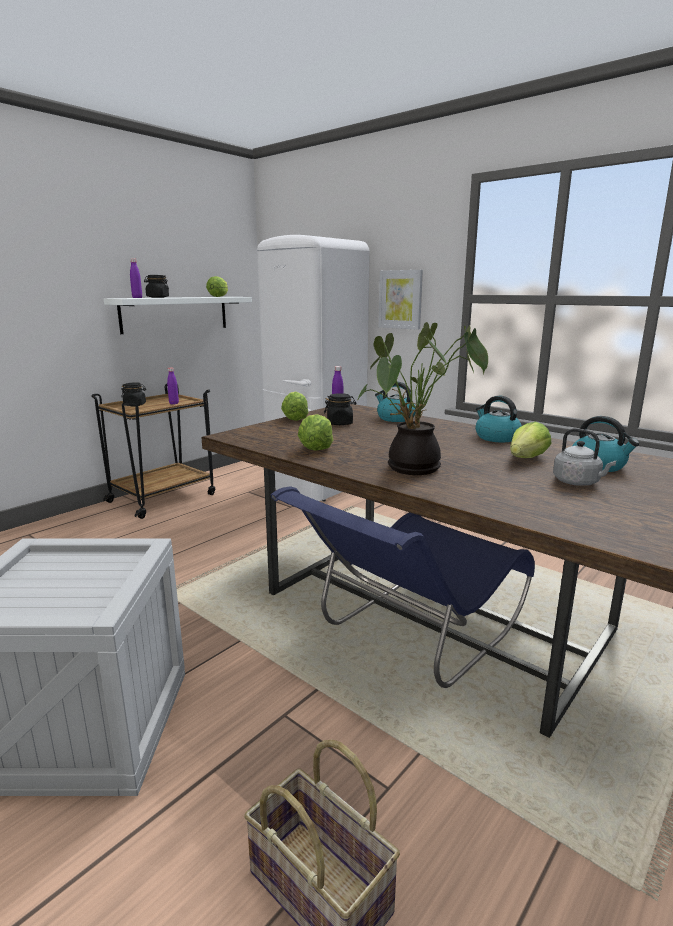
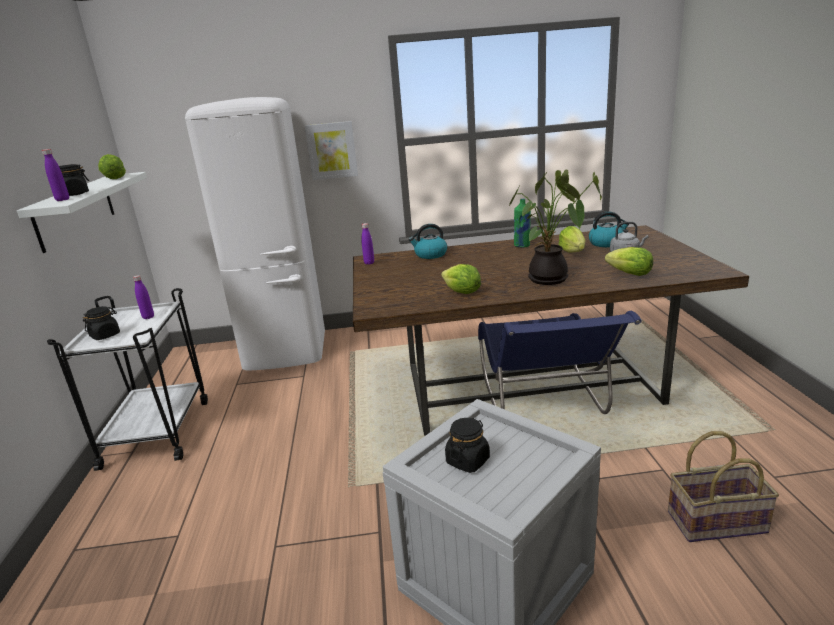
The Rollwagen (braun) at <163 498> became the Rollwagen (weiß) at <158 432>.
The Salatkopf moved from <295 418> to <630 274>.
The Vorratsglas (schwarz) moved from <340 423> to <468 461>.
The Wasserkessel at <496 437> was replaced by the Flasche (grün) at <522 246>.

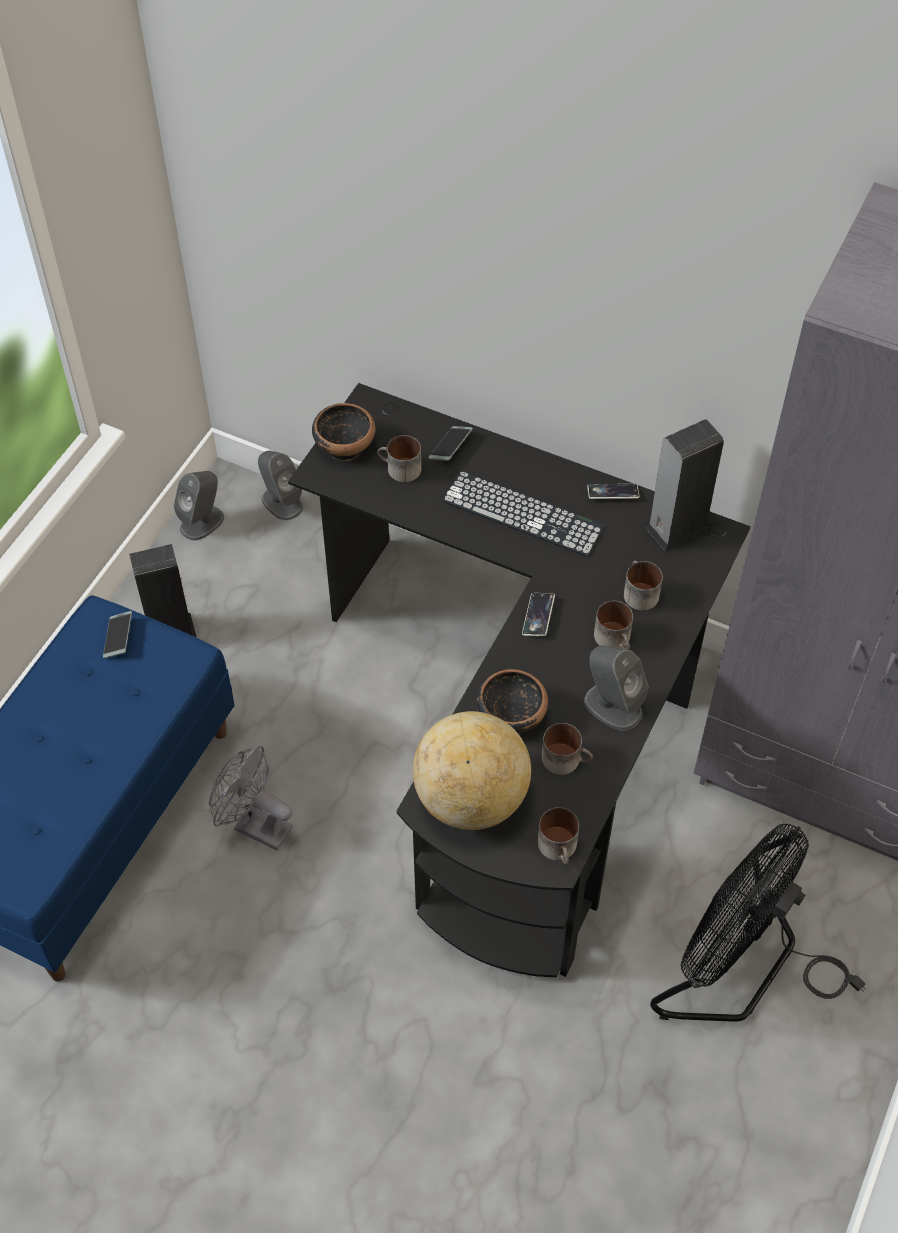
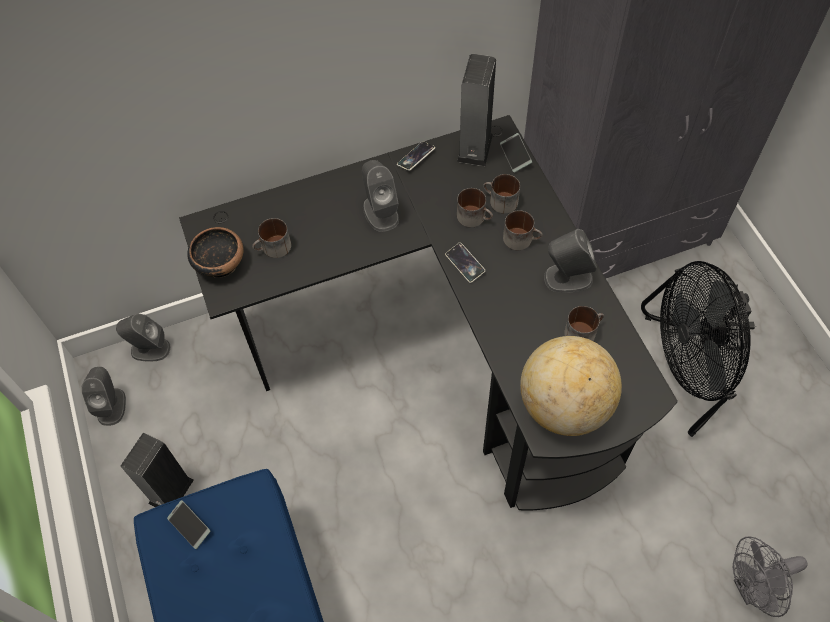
The Ventilator (grau) moved from <255 826> to <752 589>.
The Handy moved from <450 447> to <515 155>.
The Tastatur at <522 513> was replaced by the Lautsprecher (grau) at <380 212>.
The Schüssel at <510 715> disappeared.
The Henkelbecher moved from <560 848> to <475 217>.

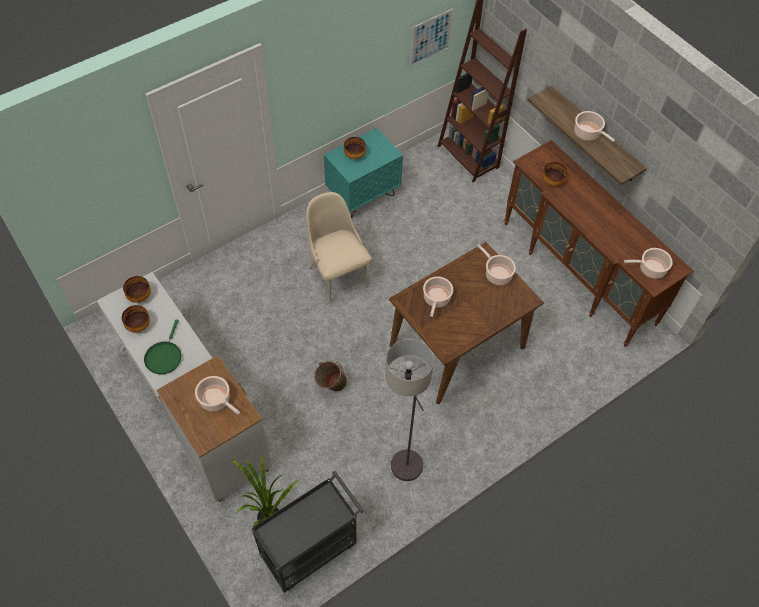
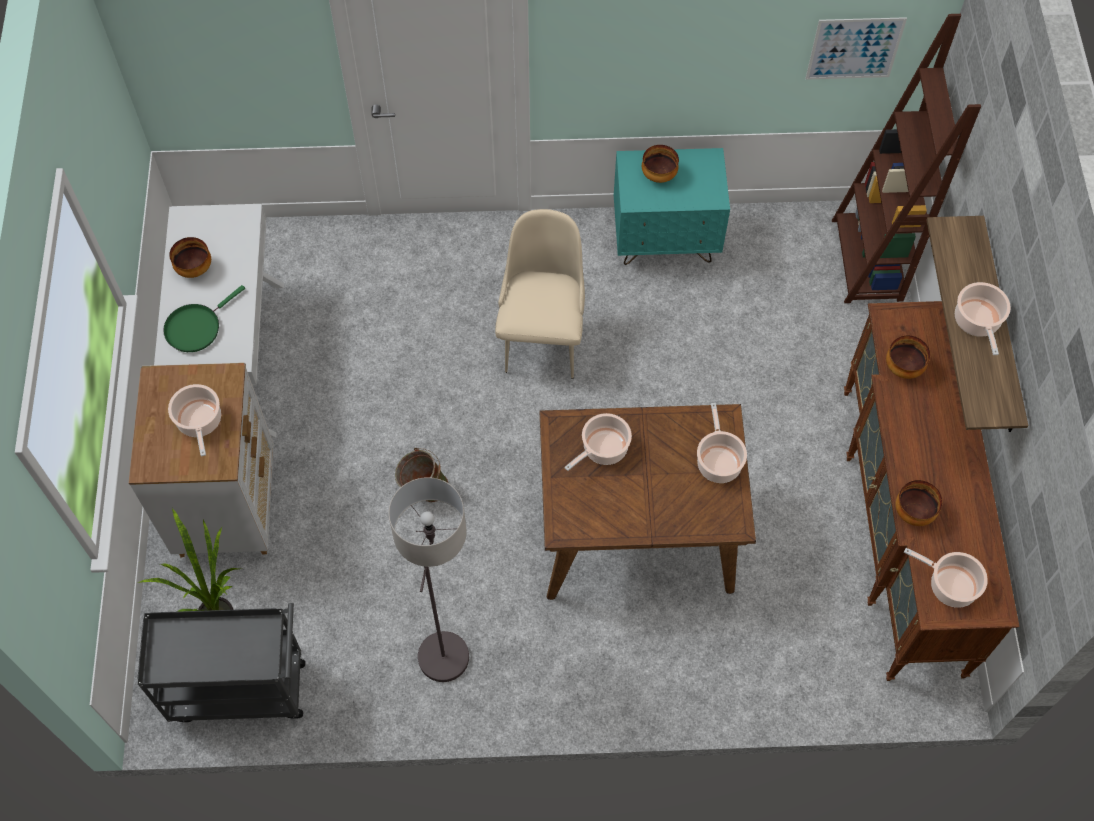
The Schüssel moved from <140 296> to <914 512>.

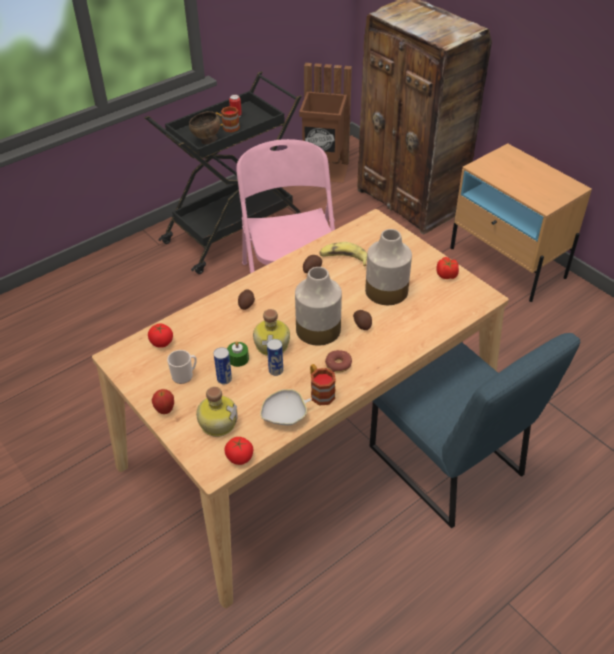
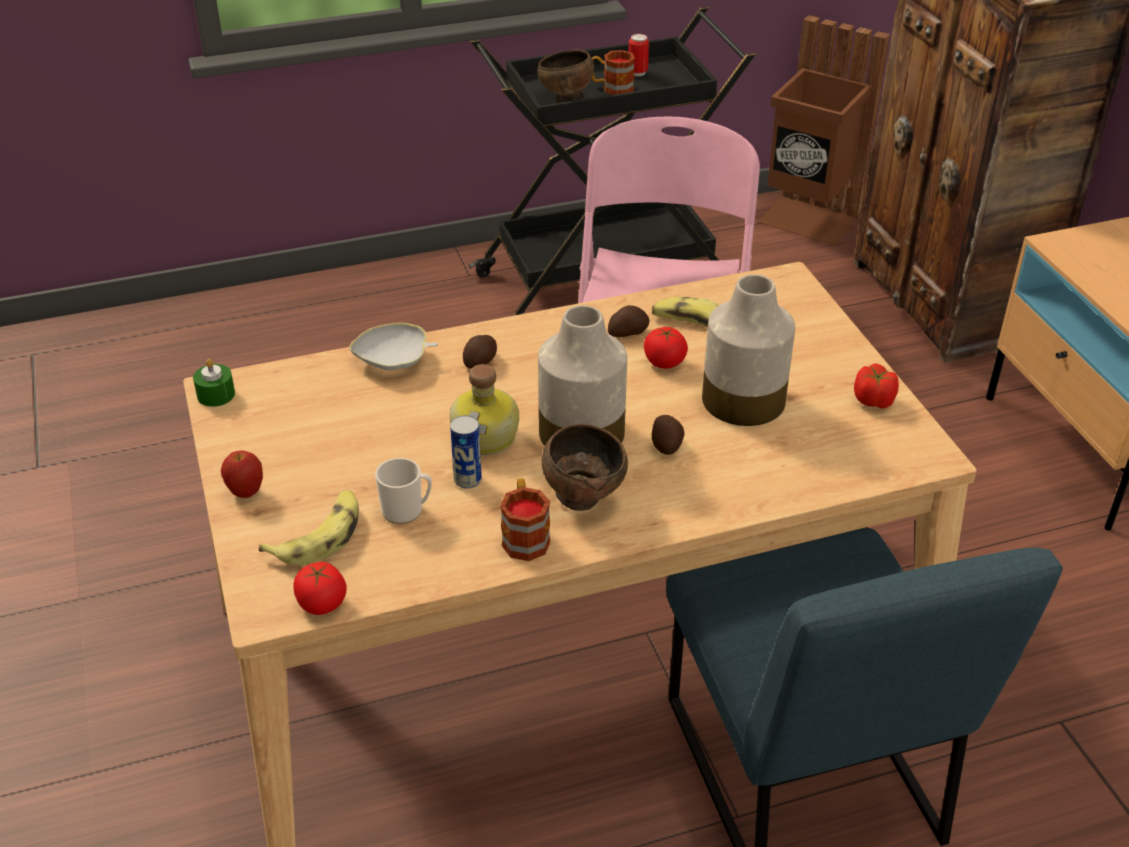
The Tomate moved from <161 342> to <664 362>.
The Henkelbecher moved from <184 375> to <407 510>.
The Flasche at <217 422> was replaced by the Banane at <319 536>.
The Dose at <224 379> disappeared.
The Kerze (grün) moved from <238 359> to <216 394>.
The Schüssel (weiß) moved from <285 415> to <394 361>.
The Donut at <338 364> was replaced by the Schüssel (braun) at <584 499>.

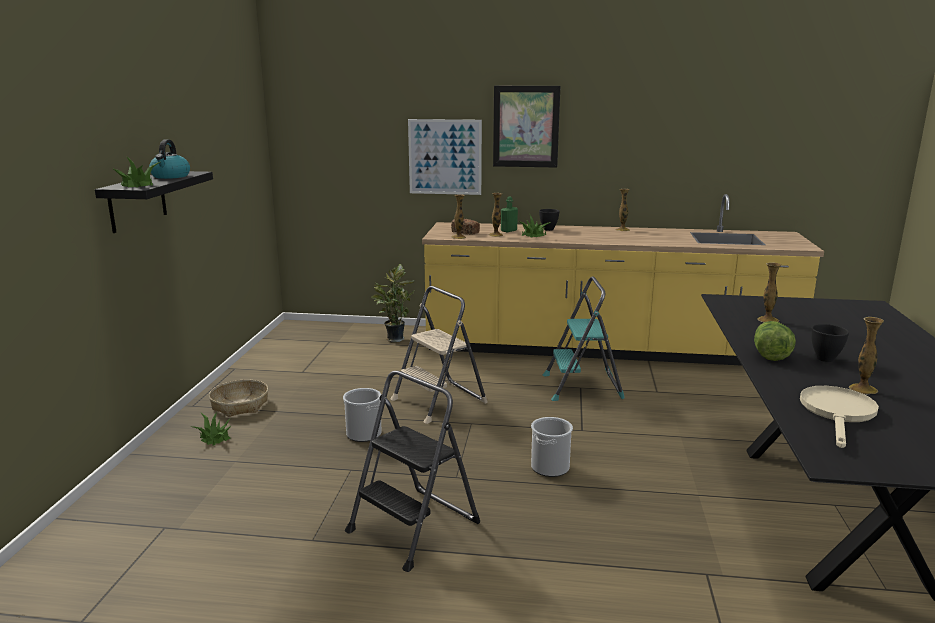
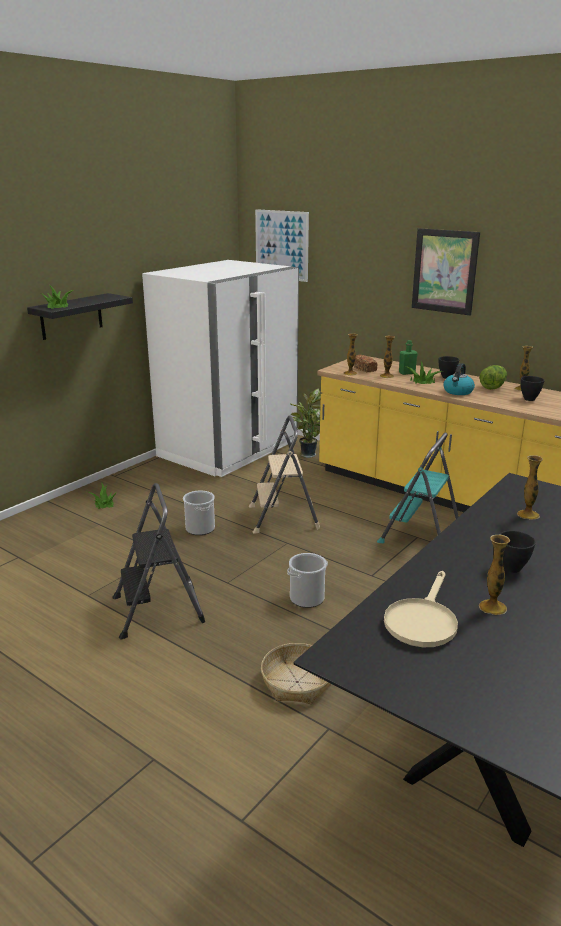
The Wasserkessel moved from <170 176> to <458 392>.
The Korb moved from <240 405> to <297 682>.
The Bild moved from <445 157> to <281 245>.
The Salatkopf moved from <769 355> to <493 387>.
The Pfanne (beige) at <838 413> turned 150 degrees clockwise.
The Kühlschrank (weiß) at <229 449> appeared.
The Schüssel (schwarz) at <529 399> appeared.

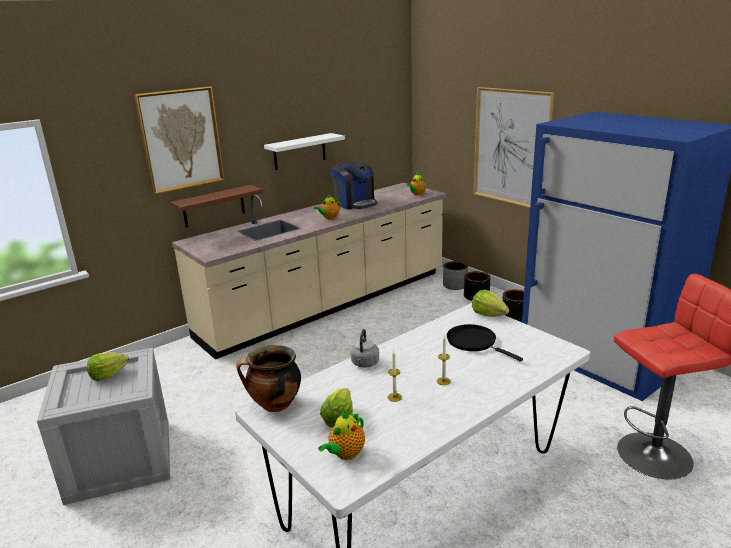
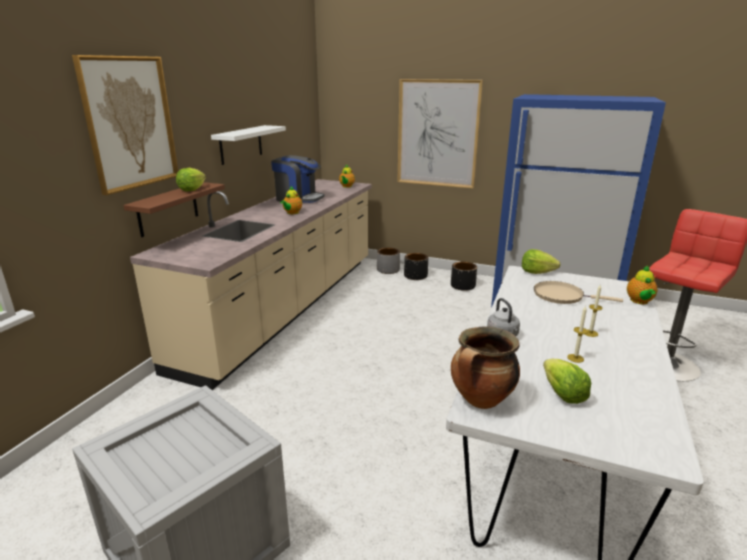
The Salatkopf moved from <108 375> to <192 189>.
The Teekanne moved from <345 454> to <639 301>.
The Pfanne (schwarz) at <474 342> became the Pfanne (beige) at <561 296>.

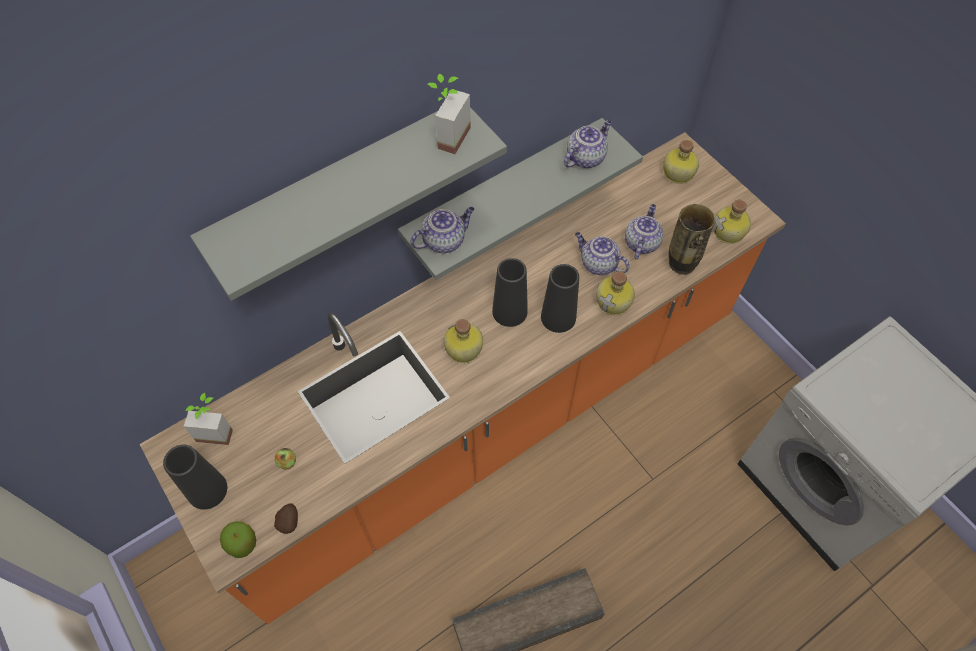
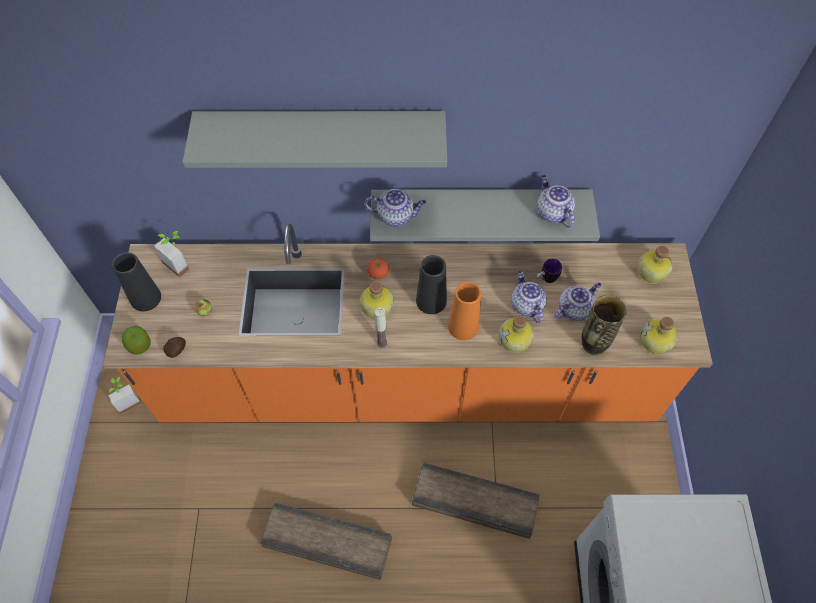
The Topfpflanze moved from <446 135> to <127 400>.
The Vase (schwarz) at <558 317> became the Vase (orange) at <463 326>.
The Teekanne at <585 157> turned 105 degrees counterclockwise.
The Tomate at <378 273> appeared.
The Kerze at <382 343> appeared.
The Kiste at <474 500> appeared.
The Henkelbecher at <546 279> appeared.

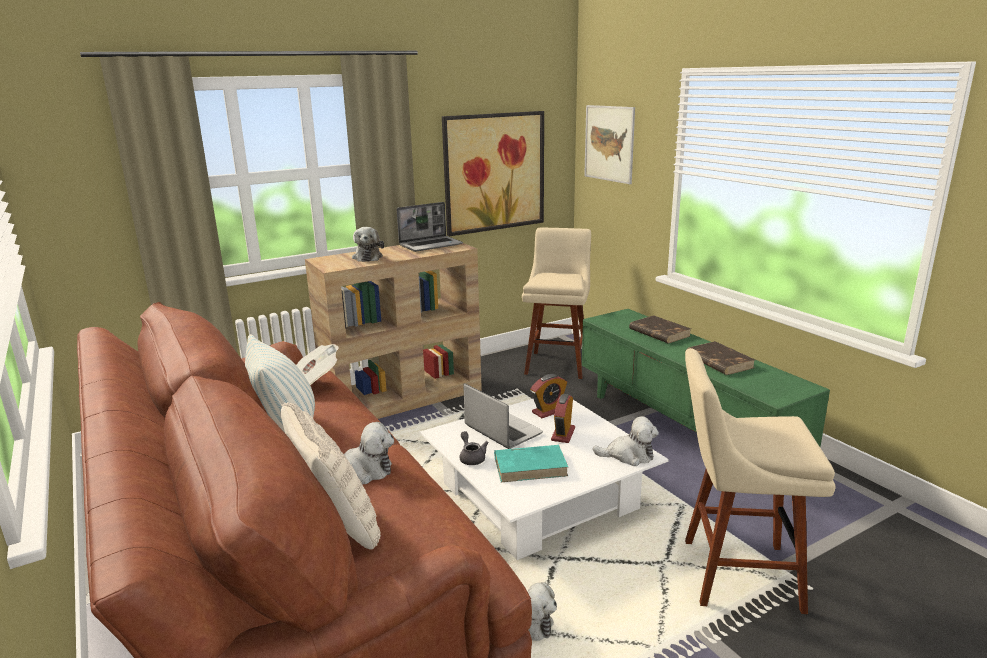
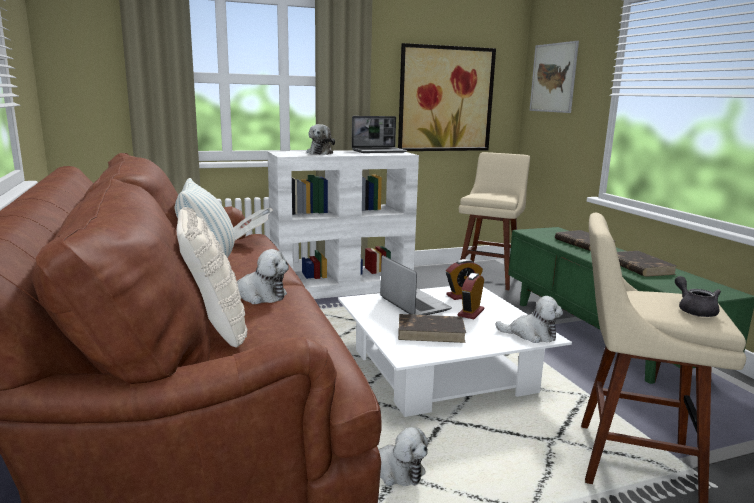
The Bücherregal (braun) at <402 397> became the Bücherregal (weiß) at <341 286>.
The Teekanne (grau) moved from <471 457> to <694 310>.
The Buch (türkis) at <531 466> became the Buch (braun) at <431 331>.

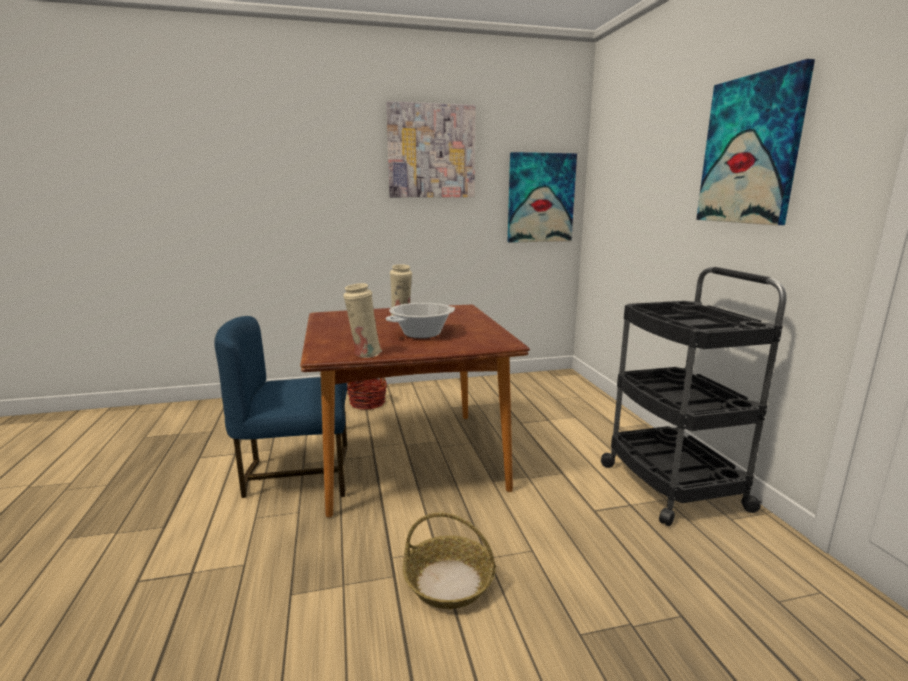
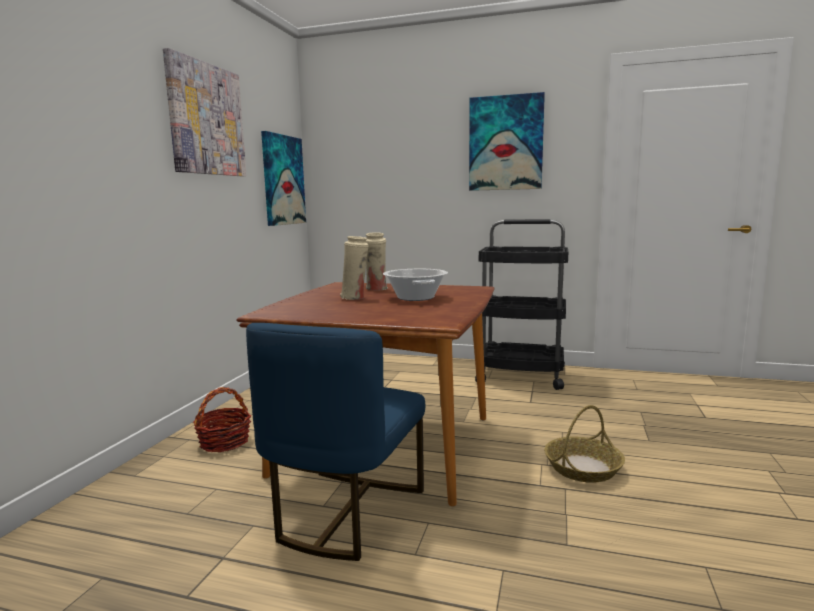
The Vase (beige) moved from <364 354> to <376 289>.

